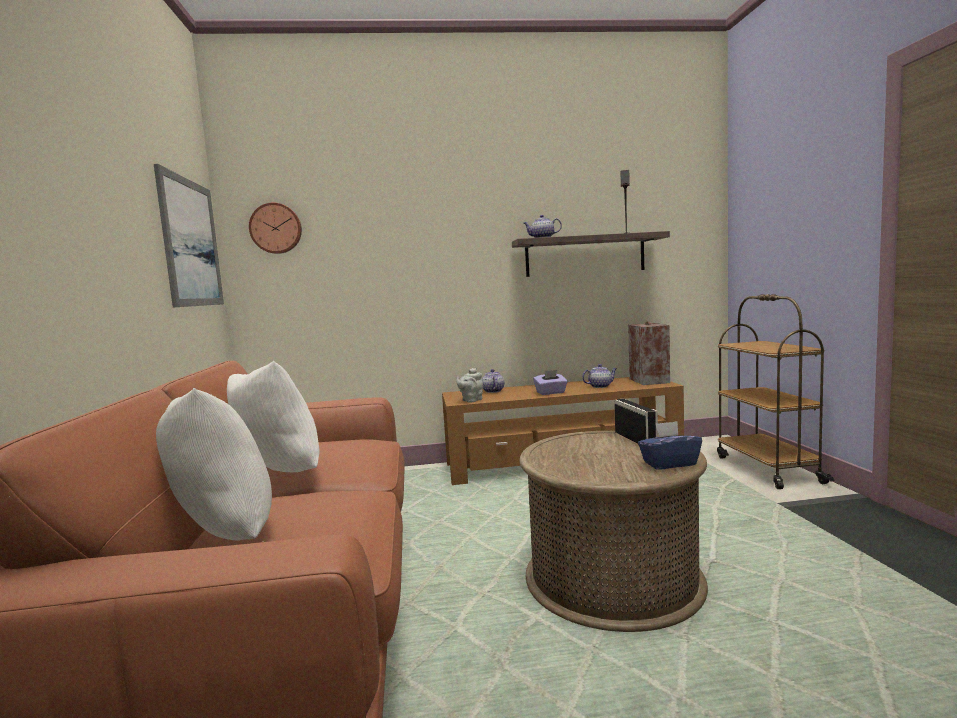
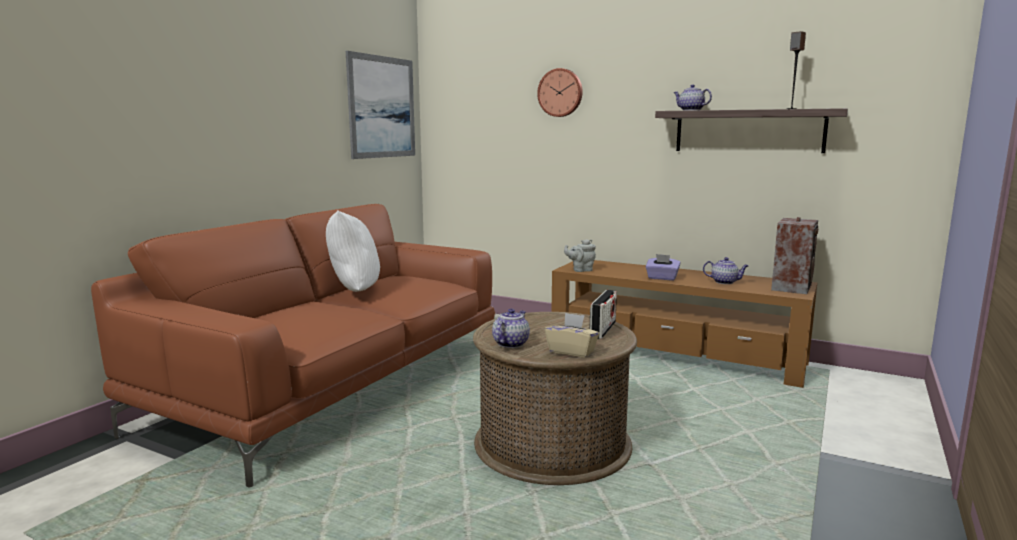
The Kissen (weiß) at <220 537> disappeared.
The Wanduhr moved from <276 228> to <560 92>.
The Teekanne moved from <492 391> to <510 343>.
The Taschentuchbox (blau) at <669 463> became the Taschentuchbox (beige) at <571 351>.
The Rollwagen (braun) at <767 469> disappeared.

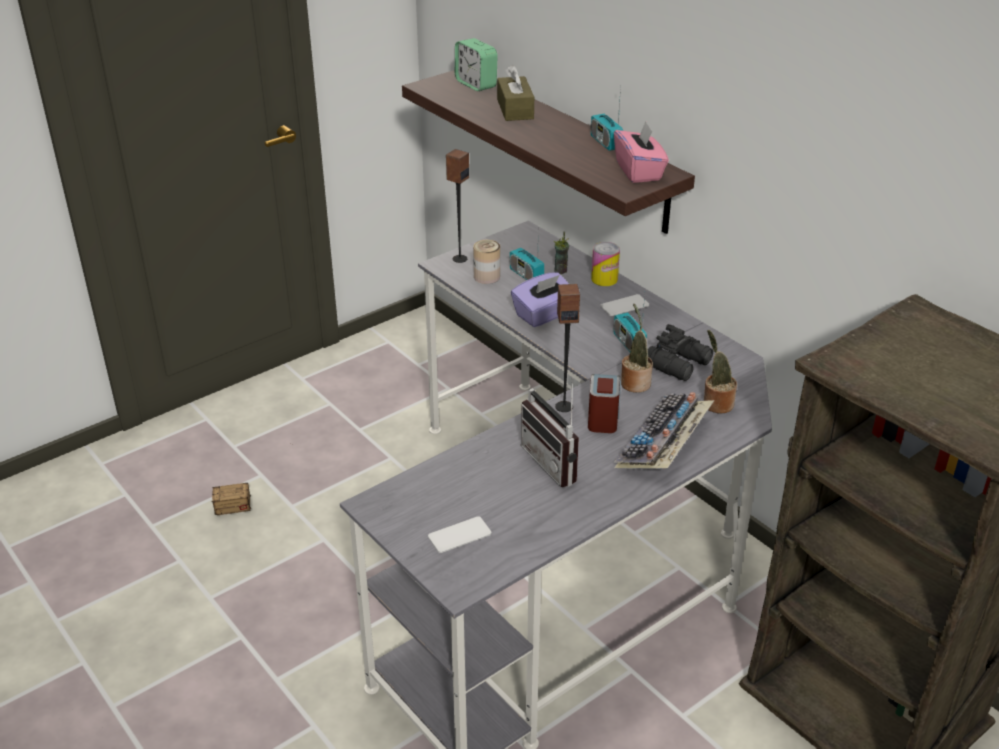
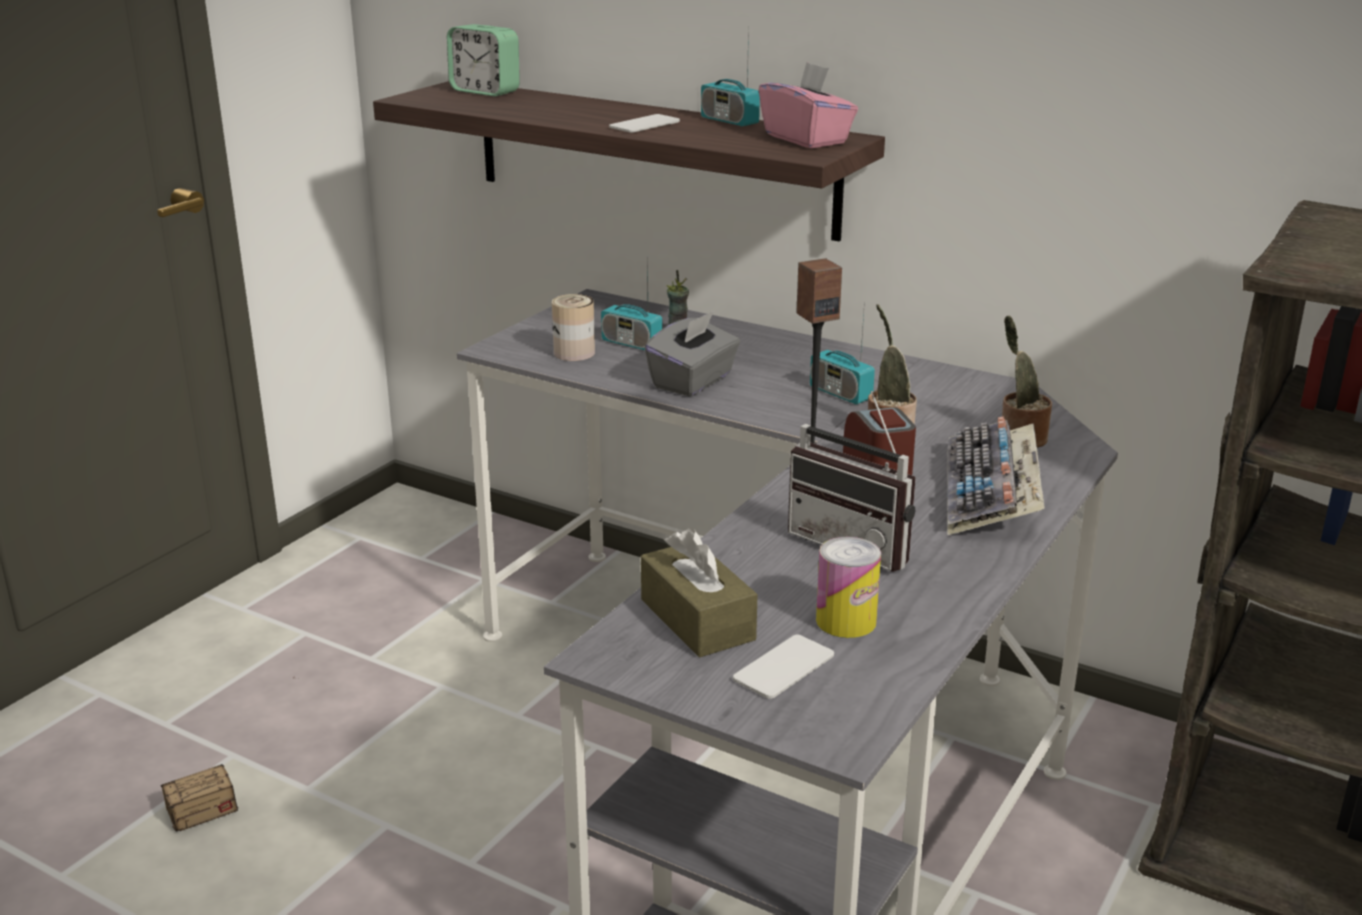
The Lautsprecher at <459 259> disappeared.
The Taschentuchbox (braun) moved from <515 109> to <697 619>.
The Taschentuchbox (lila) at <544 315> became the Taschentuchbox (grau) at <693 381>.
The Dose moved from <604 279> to <846 621>.
The Handy moved from <624 306> to <644 125>.
The Fernglas (schwarz) at <679 364> disappeared.

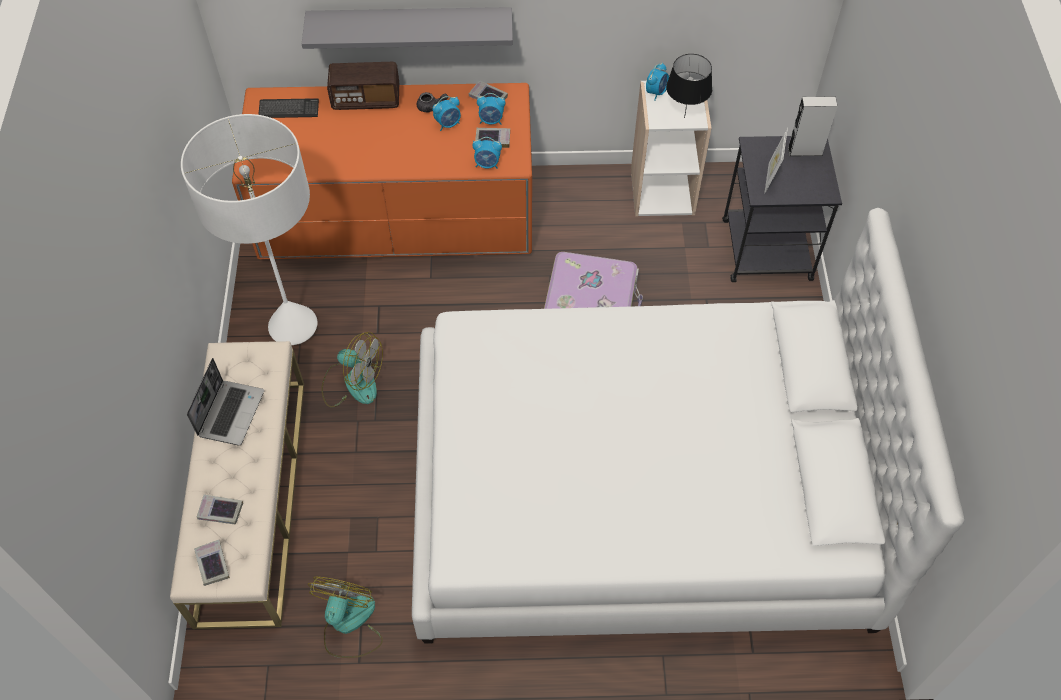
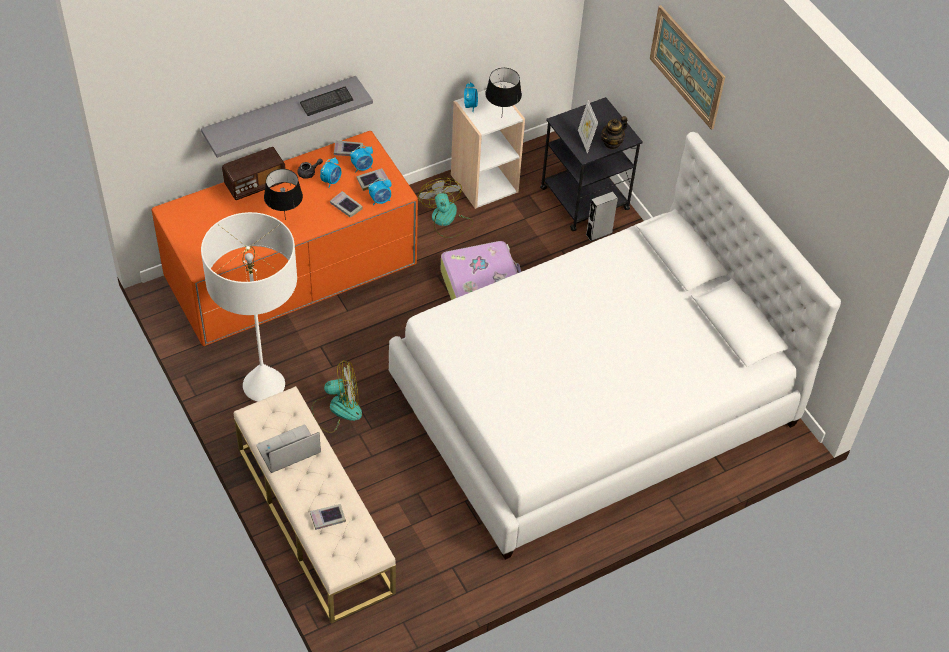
The Laptop at <231 412> turned 105 degrees counterclockwise.
The Buch moved from <212 564> to <346 206>.
The Tastatur moved from <289 109> to <326 102>.
The Ventilator moved from <349 624> to <446 220>.
The Lautsprecher (grau) moved from <805 151> to <599 233>.
The Tischlampe (schwarz) at <284 219> appeared.
The Teekanne at <612 143> appeared.
The Bild at <687 67> appeared.

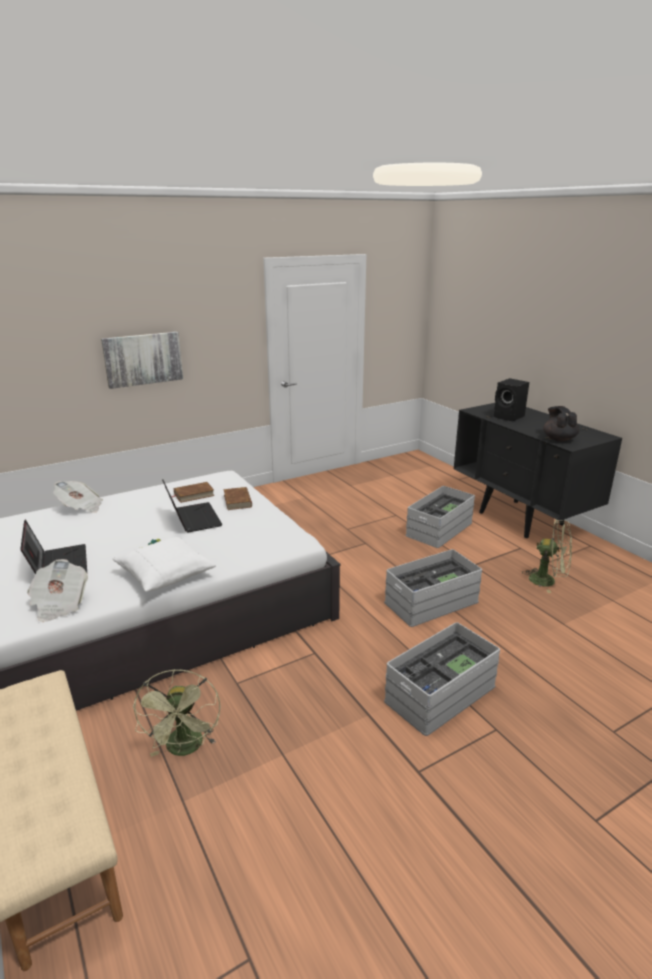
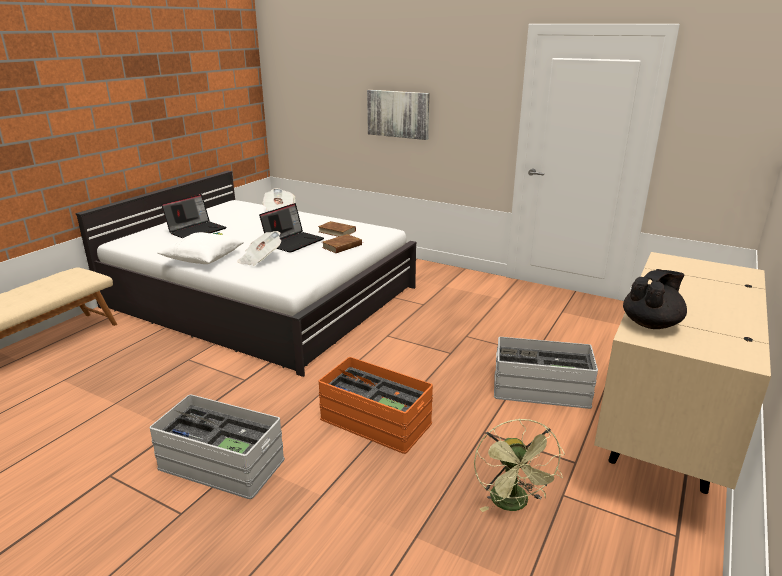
The Zeitung moved from <59 604> to <260 259>.
The Ventilator (grün) at <185 749> disappeared.
The Aufbewahrungsbox (grau) at <431 602> became the Aufbewahrungsbox (orange) at <374 421>.
The Kommode (schwarz) at <521 519> became the Kommode (beige) at <662 448>.
The Lautsprecher (schwarz) at <509 417> disappeared.

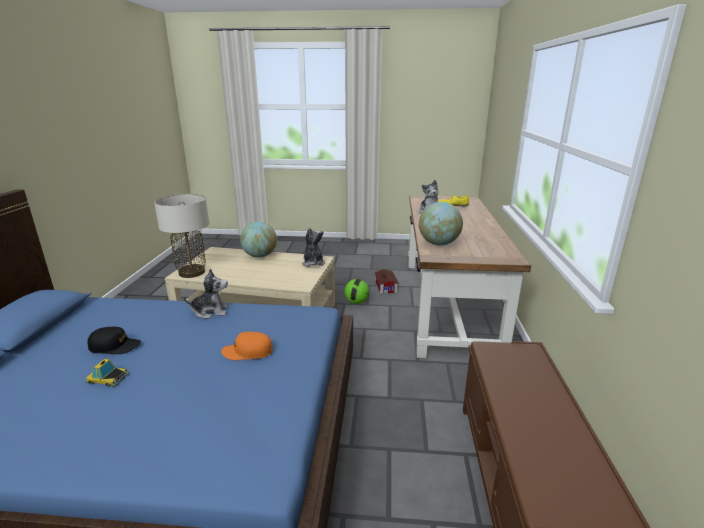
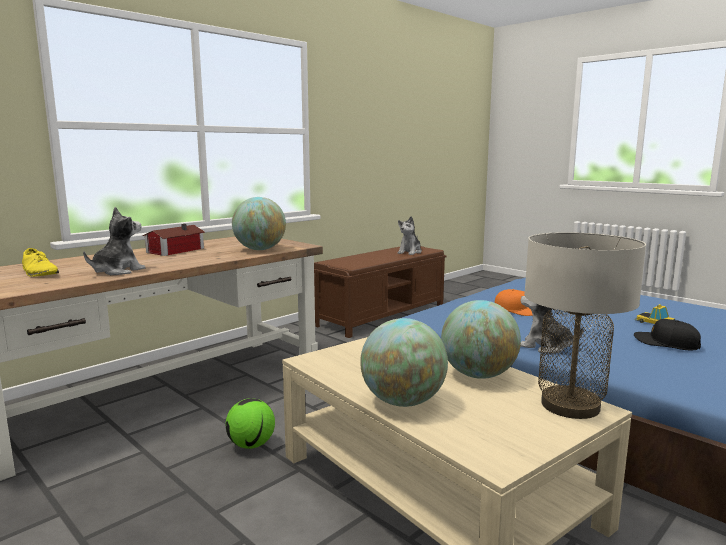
The Plüschtier moved from <313 263> to <410 252>.
The Spielzeughaus moved from <386 286> to <173 250>.
The Globus at <478 375> appeared.

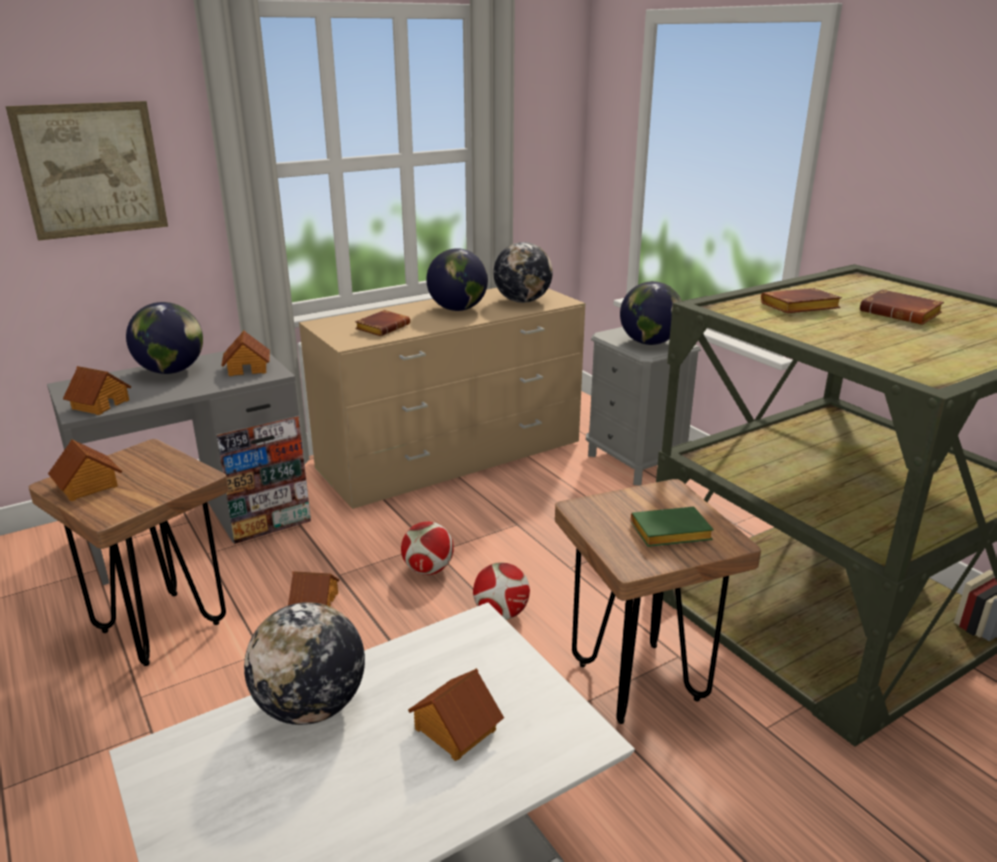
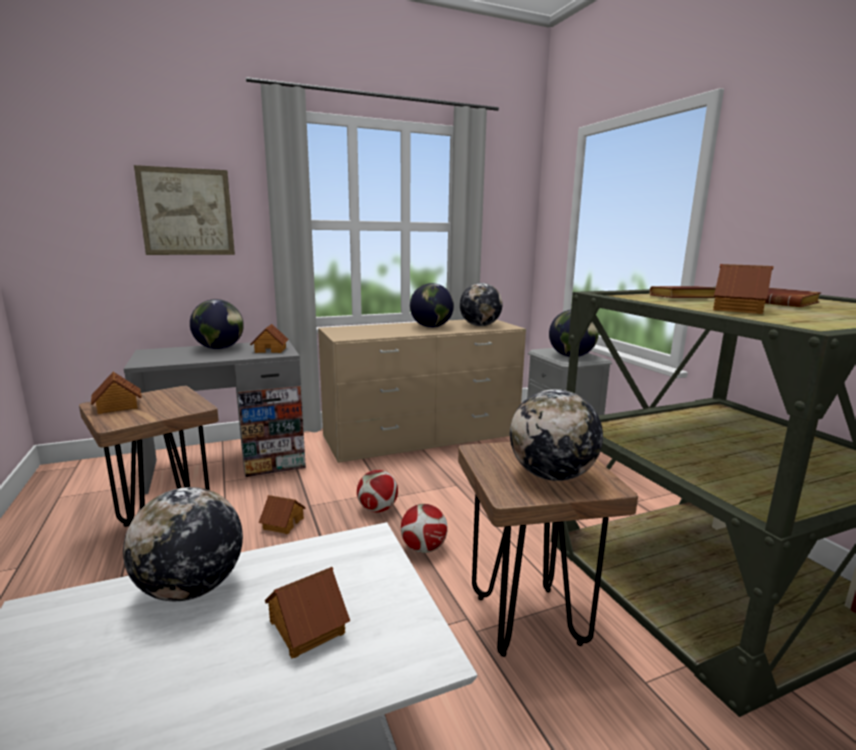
The Spielzeughaus moved from <100 404> to <737 309>.
The Buch (braun) at <382 327> disappeared.
The Buch (grün) at <669 534> was replaced by the Globus at <552 475>.

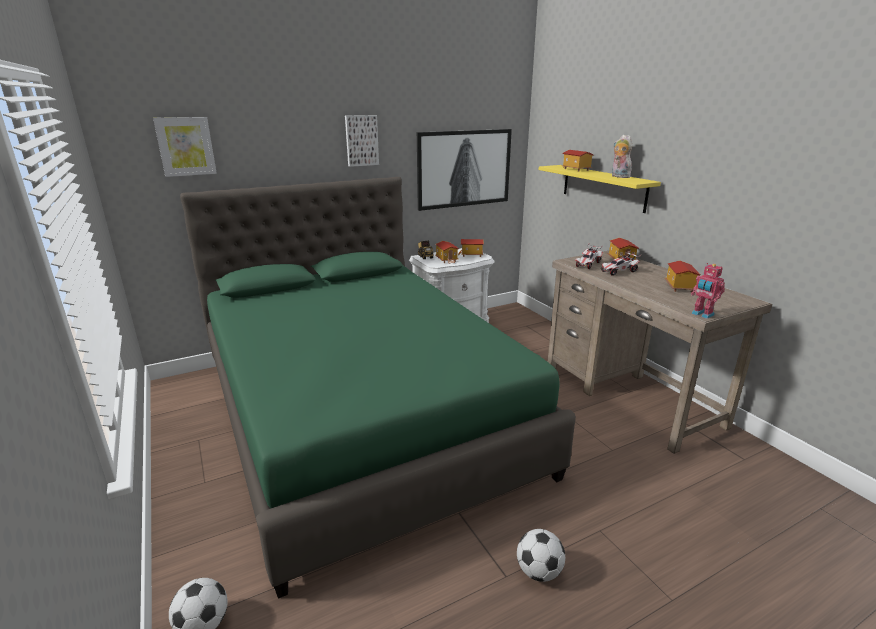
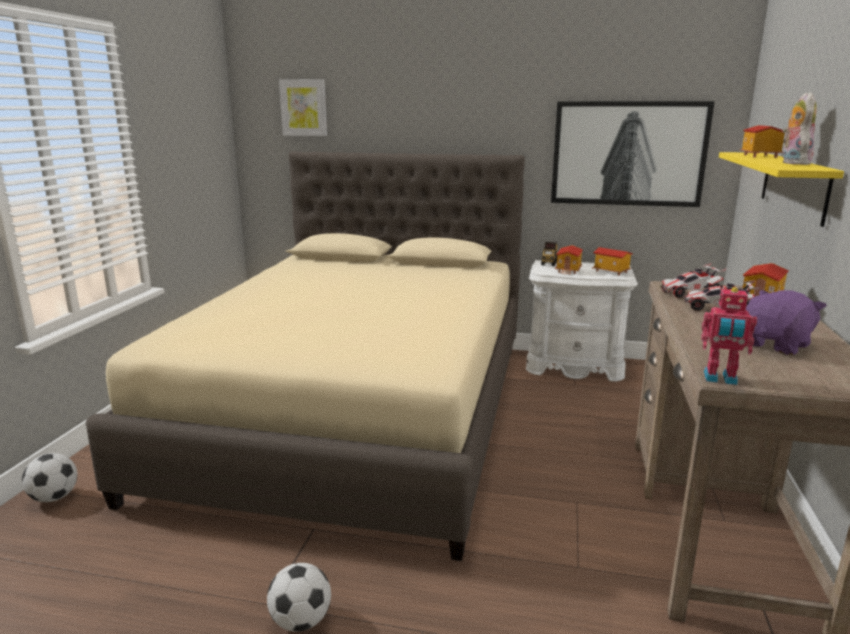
The Bett (grün) at <361 414> became the Bett (beige) at <359 410>.
The Bild at <361 140> disappeared.
The Spielzeughaus at <679 287> was replaced by the Plüschtier (lila) at <776 345>.
The Spielzeugroboter at <702 314> turned 75 degrees counterclockwise.

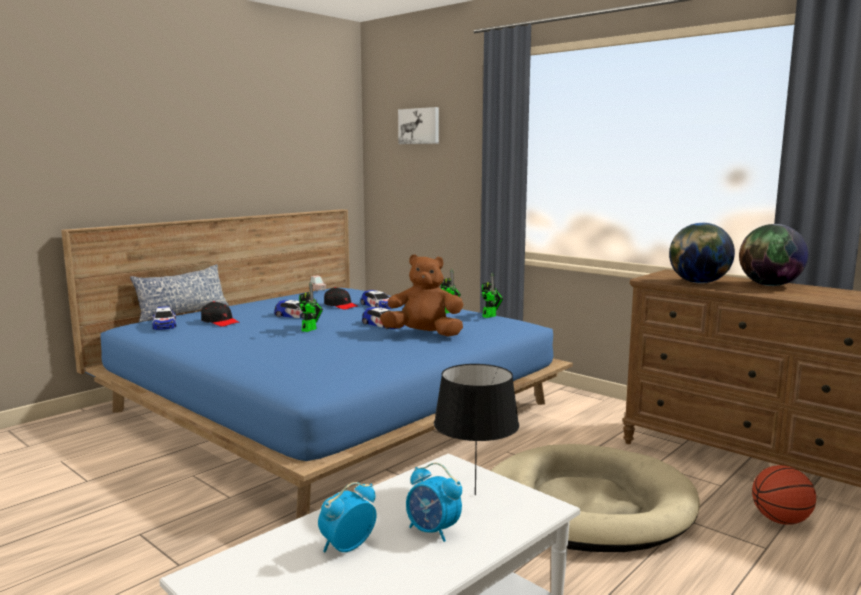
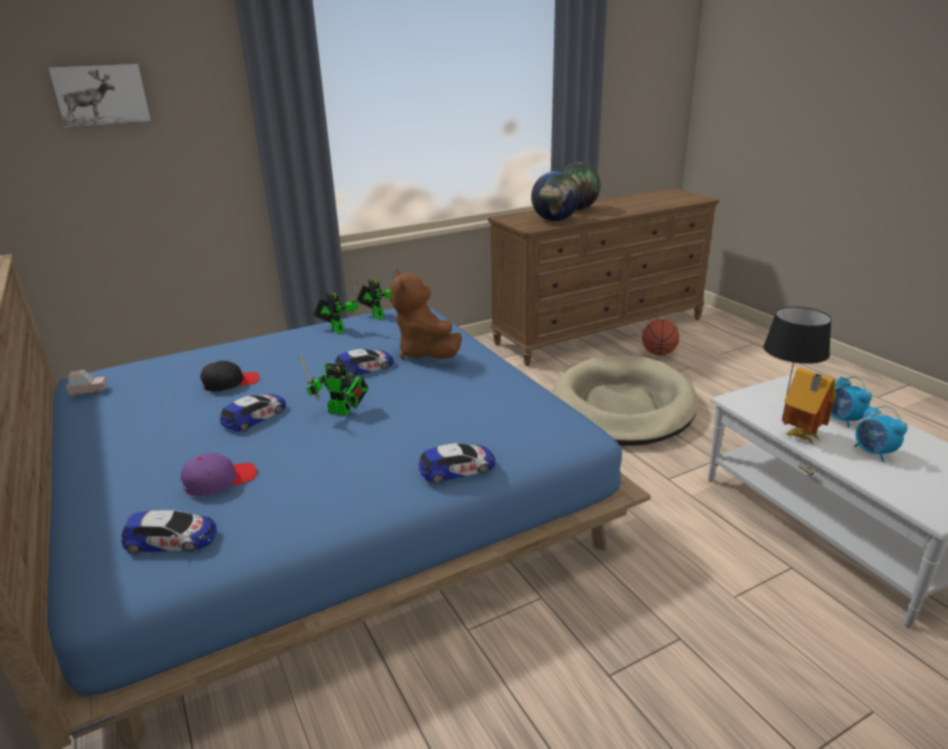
The Kissen at <183 312> disappeared.
The Kappe (schwarz) at <220 322> became the Kappe (lila) at <219 481>.
The Spielzeugroboter at <310 329> turned 150 degrees clockwise.
The Spielzeugauto moved from <378 306> to <457 469>.
The Plüschtier (braun) at <424 335> turned 45 degrees counterclockwise.
The Wecker at <433 531> turned 105 degrees clockwise.
The Spielzeughaus at <801 437> appeared.

